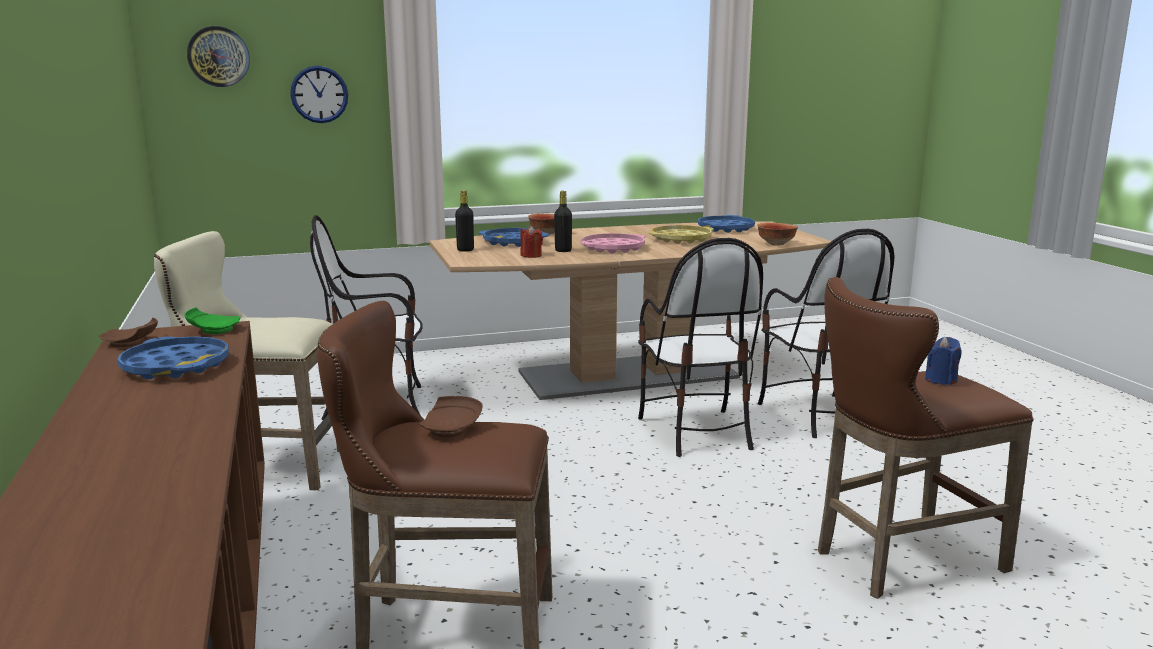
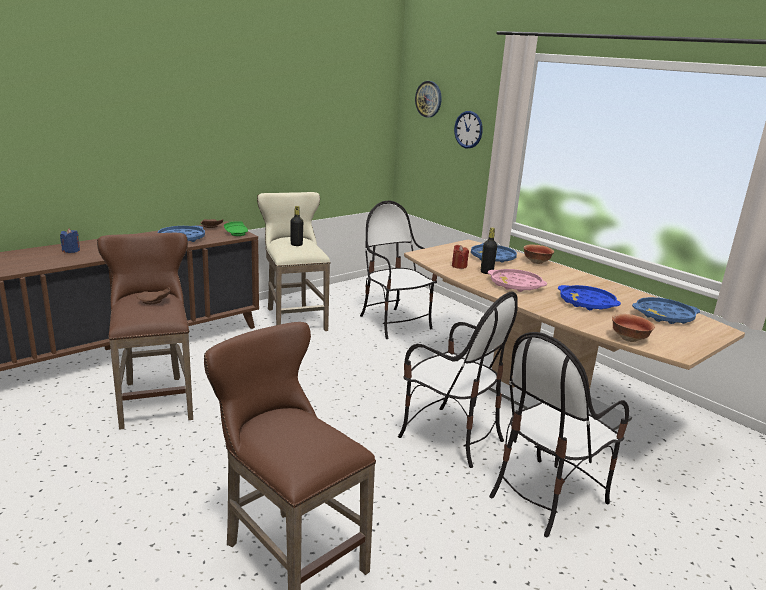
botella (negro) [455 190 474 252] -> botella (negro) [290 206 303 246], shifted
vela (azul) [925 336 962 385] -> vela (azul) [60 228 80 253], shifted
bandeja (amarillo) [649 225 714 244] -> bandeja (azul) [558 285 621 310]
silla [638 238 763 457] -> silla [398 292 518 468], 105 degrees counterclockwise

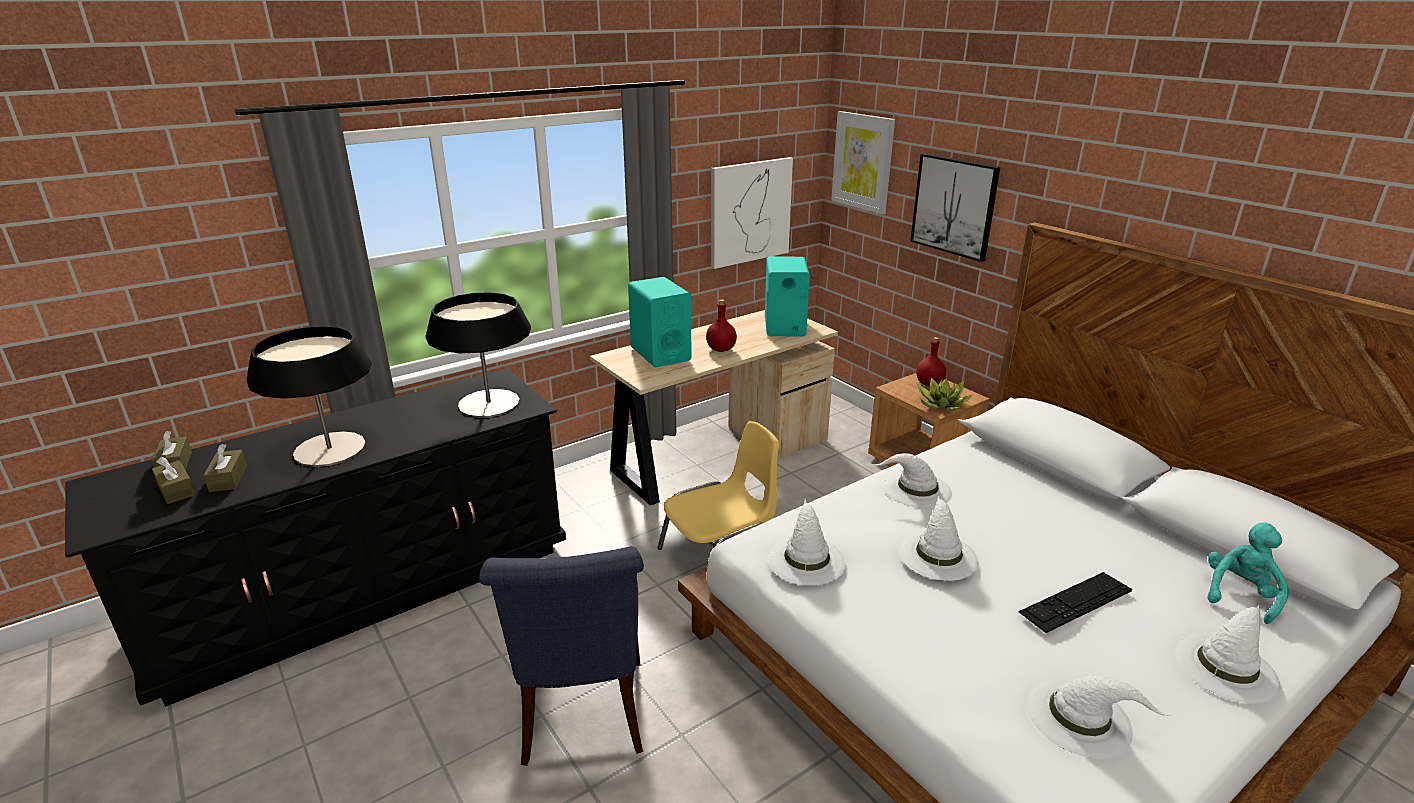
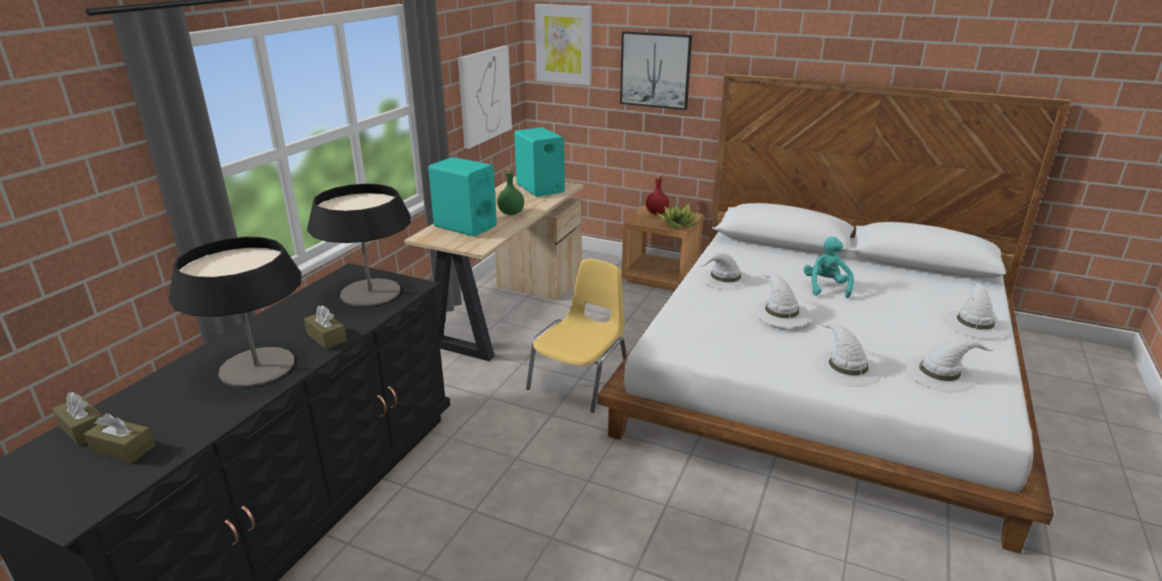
silla (azul) [479 546 644 766] -> none
teclado [1019 572 1132 633] -> none
caja de pañuelos (marrón) [203 444 247 492] -> caja de pañuelos (marrón) [304 306 347 349], shifted
sombrero (blanco) [768 499 846 585] -> sombrero (blanco) [814 322 882 387], shifted
peluche (turquesa) [1207 522 1289 624] -> peluche (turquesa) [804 237 854 298], shifted
botella (rojo) [706 299 737 352] -> botella (verde) [497 169 524 215]

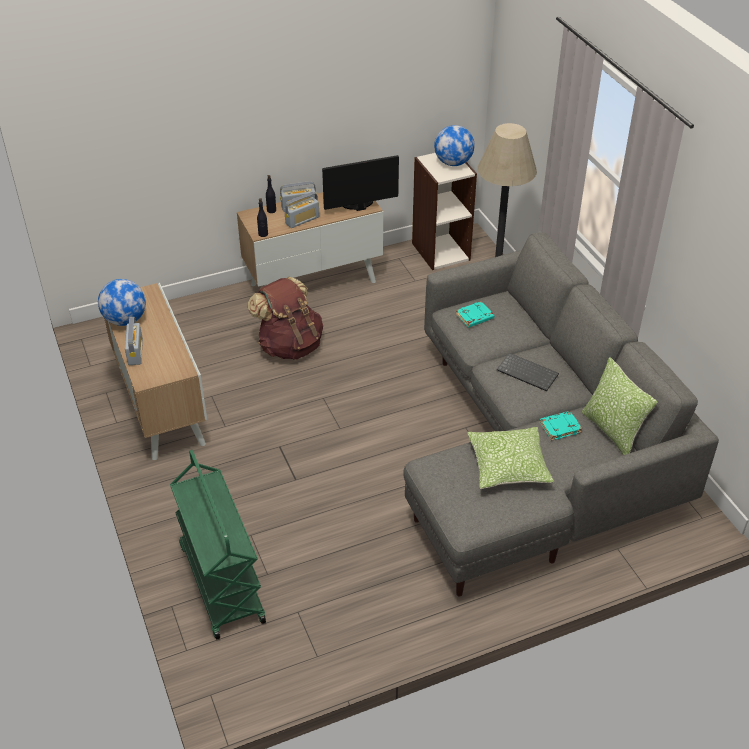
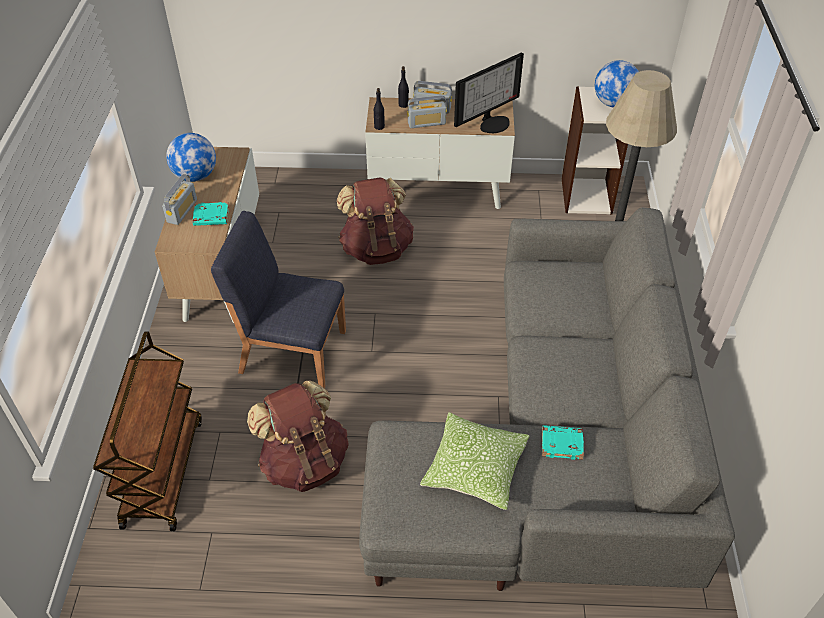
teclado [497 353 559 391] -> none
cojín [582 357 658 455] -> none
none -> silla (azul) [211 211 346 388]
none -> mochila (marrón) [247 380 349 492]
libro (turquesa) [456 301 494 327] -> libro (turquesa) [193 202 229 226], shifted
carrito (verde) [170 450 266 640] -> carrito (marrón) [93 332 202 531]
monitor [322 155 399 211] -> monitor [454 52 524 133], 135 degrees clockwise

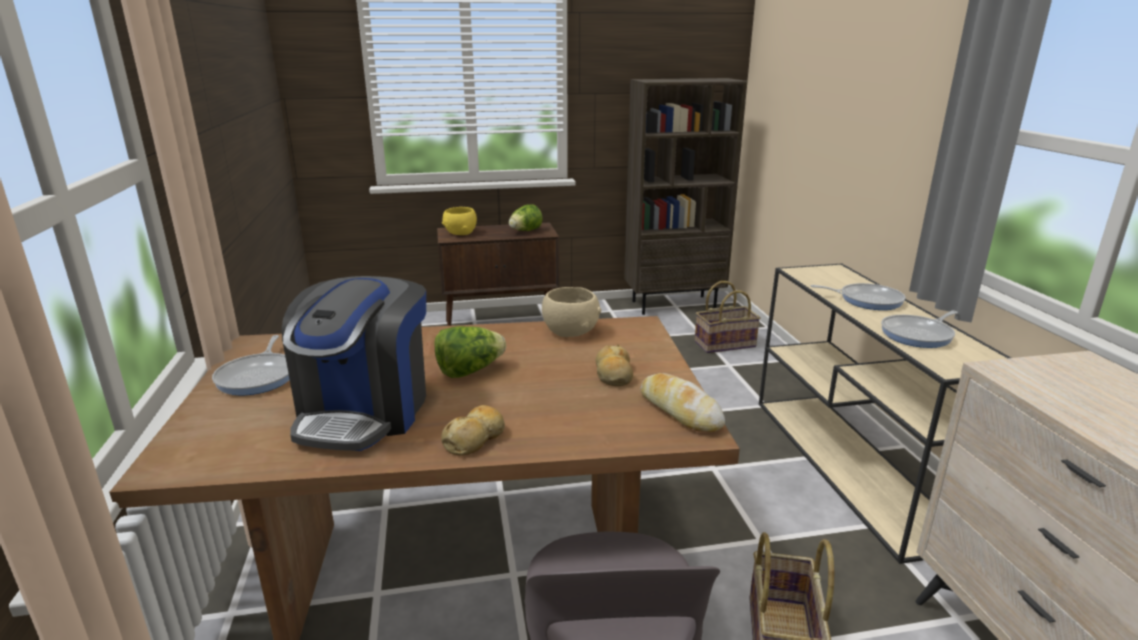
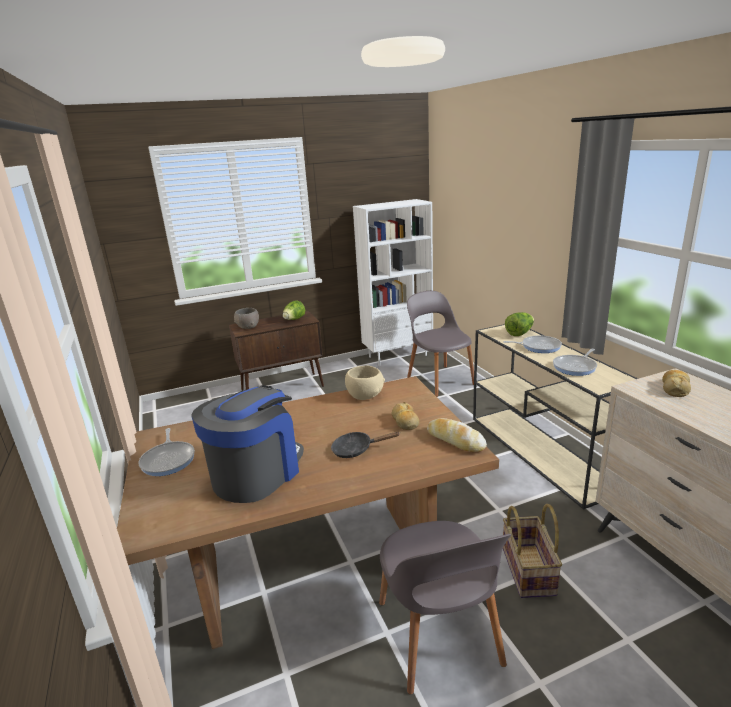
none -> sartén (negro) [331 432 400 458]
lechuga [435 326 506 378] -> lechuga [505 312 534 336], shifted
pan [441 405 505 456] -> pan [662 370 691 397], shifted
cesta [695 281 761 353] -> silla (gris) [407 291 474 397]
cuenco (amarillo) [442 207 477 235] -> cuenco (gris) [234 308 259 329]
estantería (marrón) [624 78 747 315] -> estantería (blanco) [353 199 433 366]
cafetera [282 276 426 451] -> cafetera [191 385 304 503], 150 degrees counterclockwise

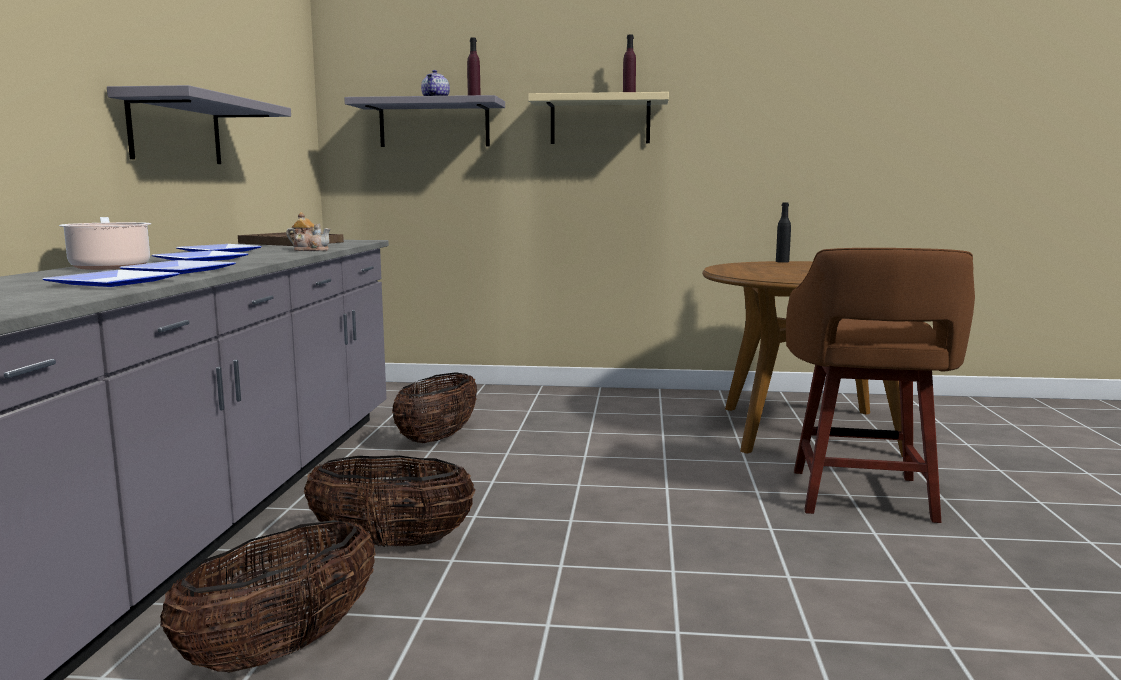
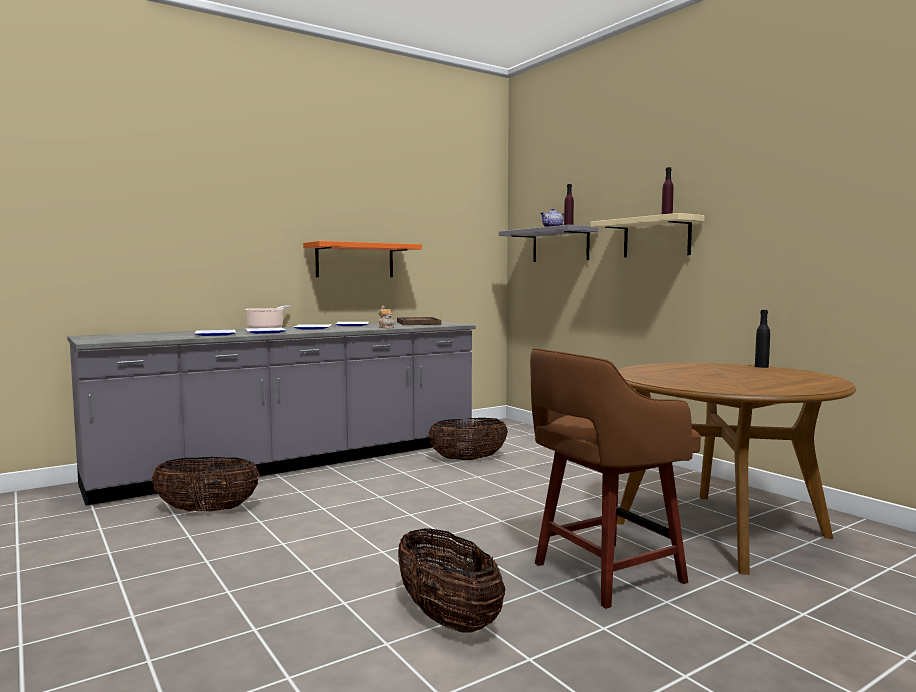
cesta [304 455 476 547] -> cesta [398 528 505 633], shifted
estante (gris) [107 85 291 164] -> estante (naranja) [303 241 422 277]

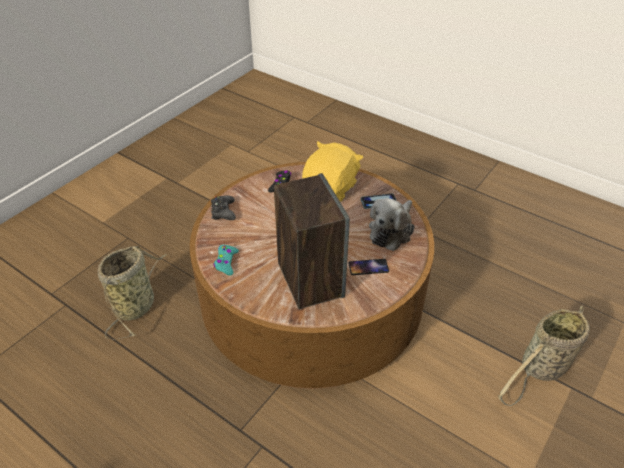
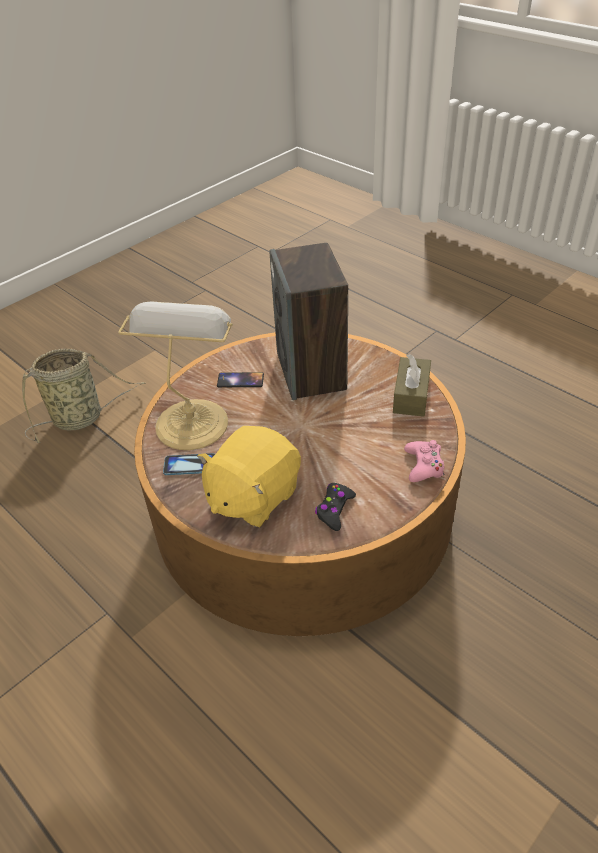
cesta [98 246 167 340] -> none
mando de consola (turquesa) [214 245 239 276] -> caja de pañuelos (marrón) [393 354 431 417]
peluche [369 198 415 251] -> lámpara de mesa [118 302 233 450]
mando de consola (negro) [211 196 236 220] -> mando de consola (rosa) [404 440 444 482]

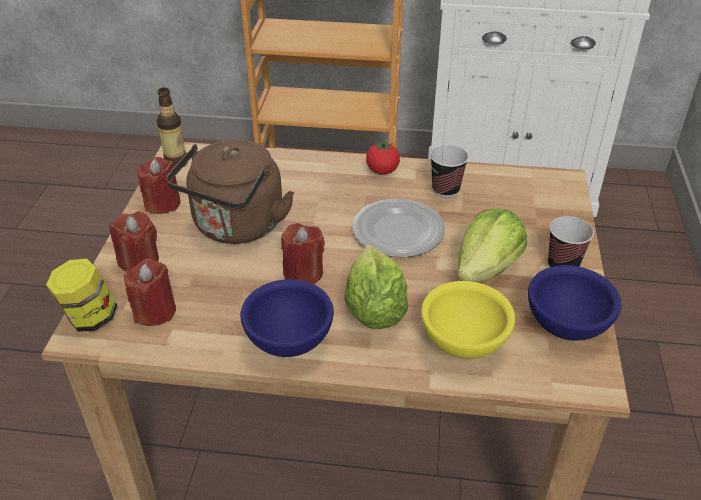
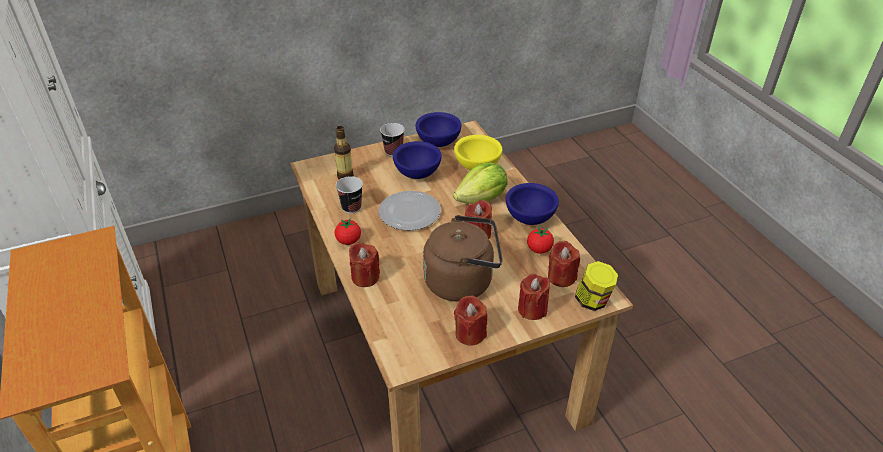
none -> vela (rojo) [349 242 380 287]
none -> tomate [527 227 554 254]
botella [157 87 188 166] -> botella [334 126 354 180], shifted
lechuga [458 209 527 282] -> cuenco (azul) [393 141 442 179]

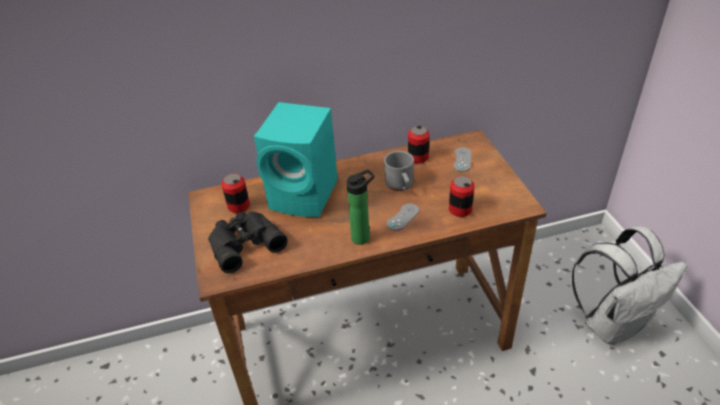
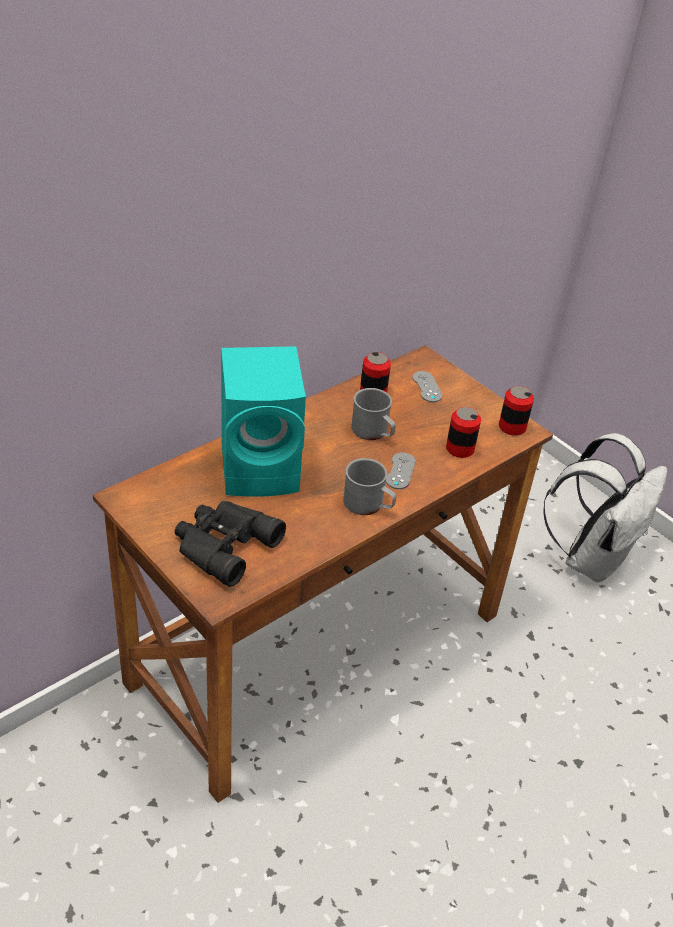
lata [221 174 250 213] -> lata [499 386 534 436], shifted
botella [347 169 375 245] -> taza grande (gris) [343 458 396 515]

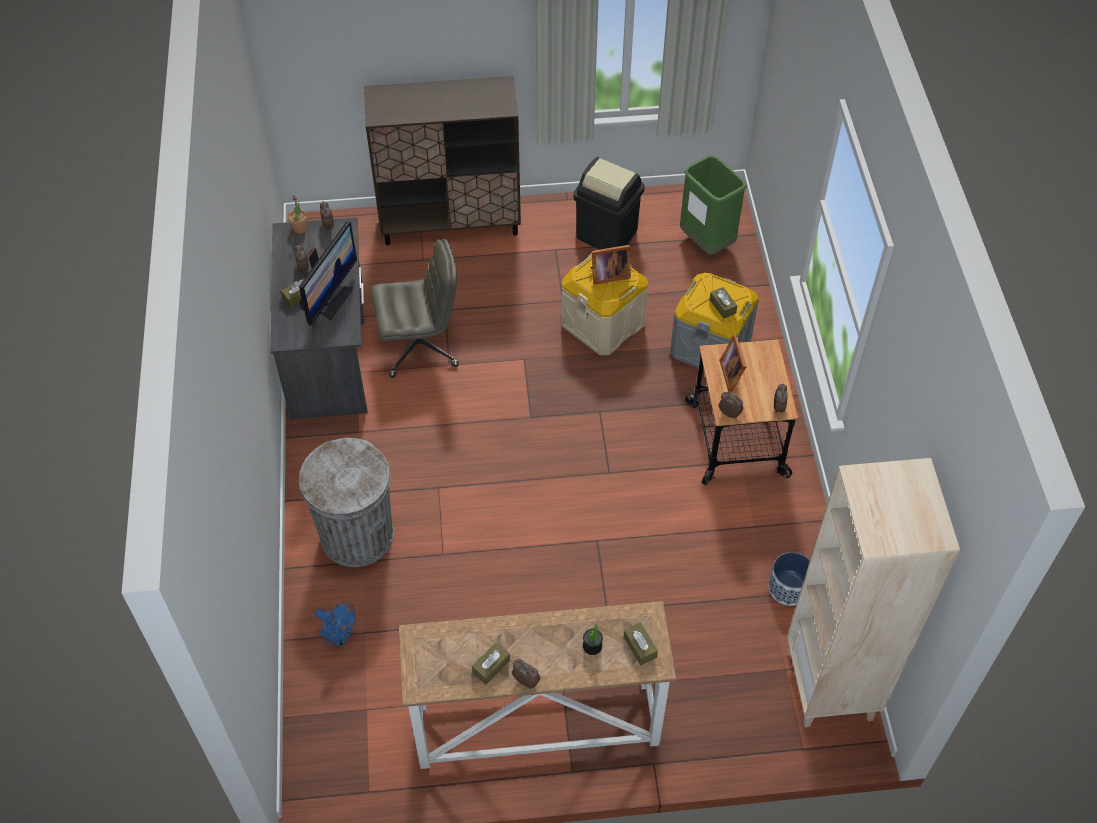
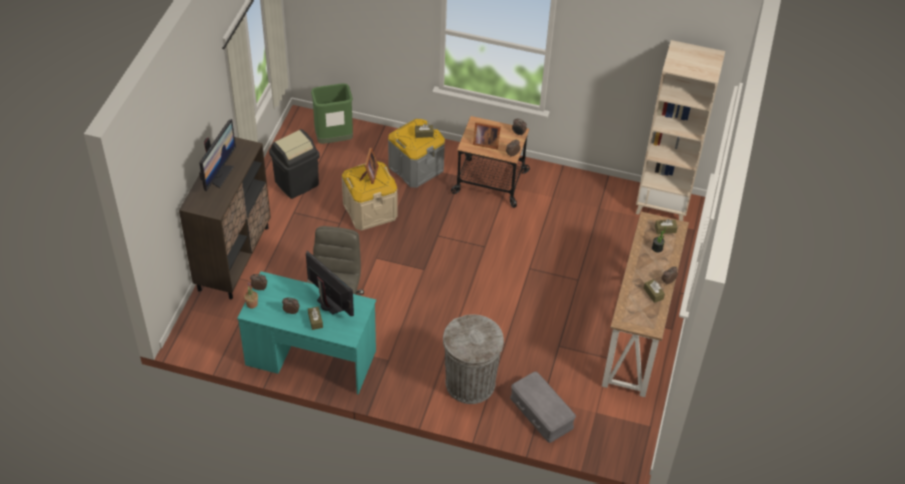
maceta [769 552 810 606] -> none
none -> monitor [199 119 236 191]
ventilador (azul) [315 602 356 647] -> caja de almacenaje (gris) [510 372 576 443]
escritorio (gris) [271 217 368 420] -> escritorio (turquesa) [237 271 376 394]

